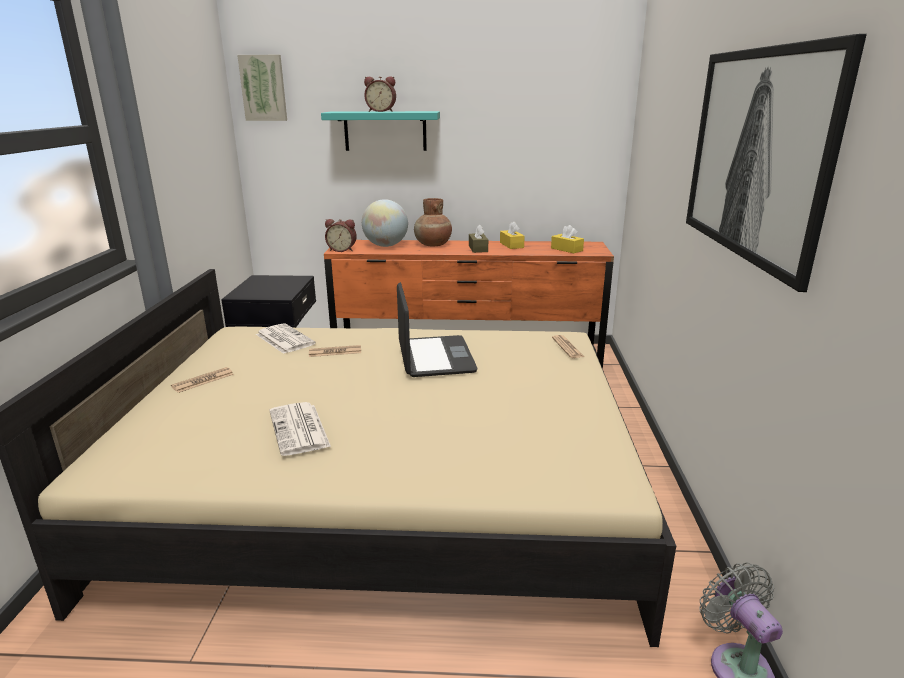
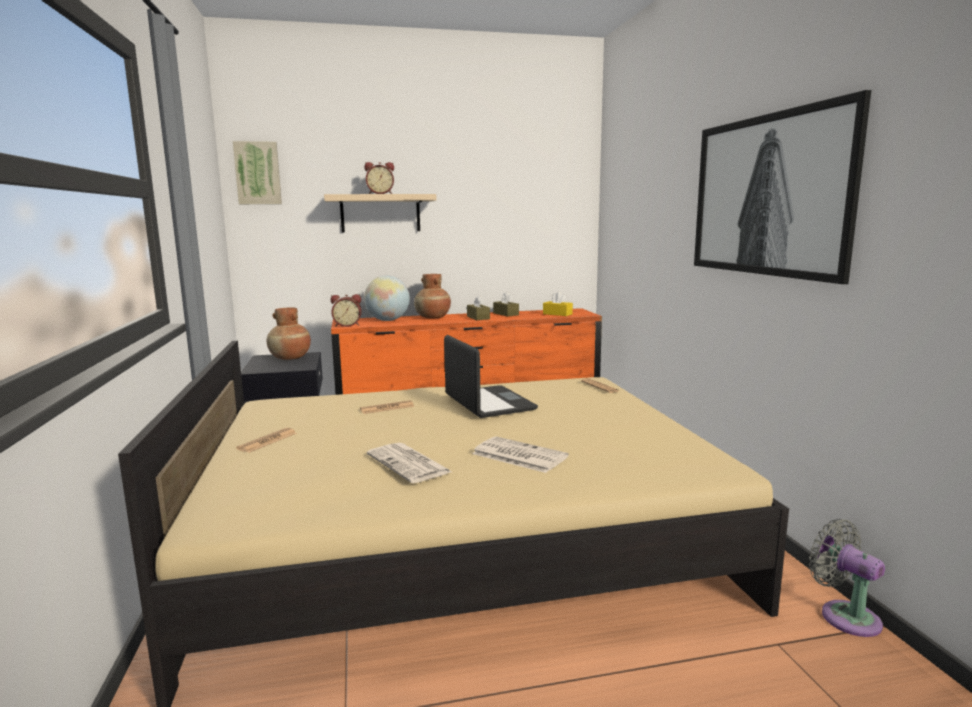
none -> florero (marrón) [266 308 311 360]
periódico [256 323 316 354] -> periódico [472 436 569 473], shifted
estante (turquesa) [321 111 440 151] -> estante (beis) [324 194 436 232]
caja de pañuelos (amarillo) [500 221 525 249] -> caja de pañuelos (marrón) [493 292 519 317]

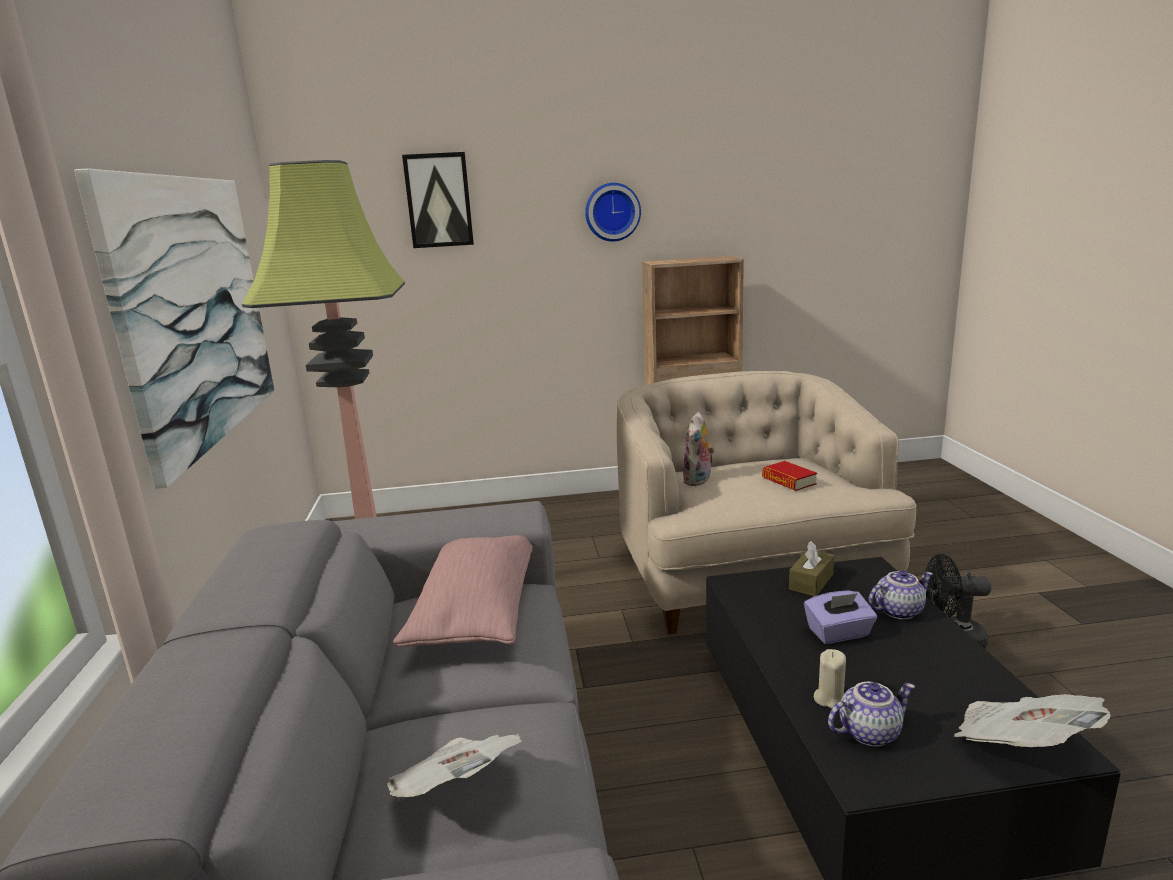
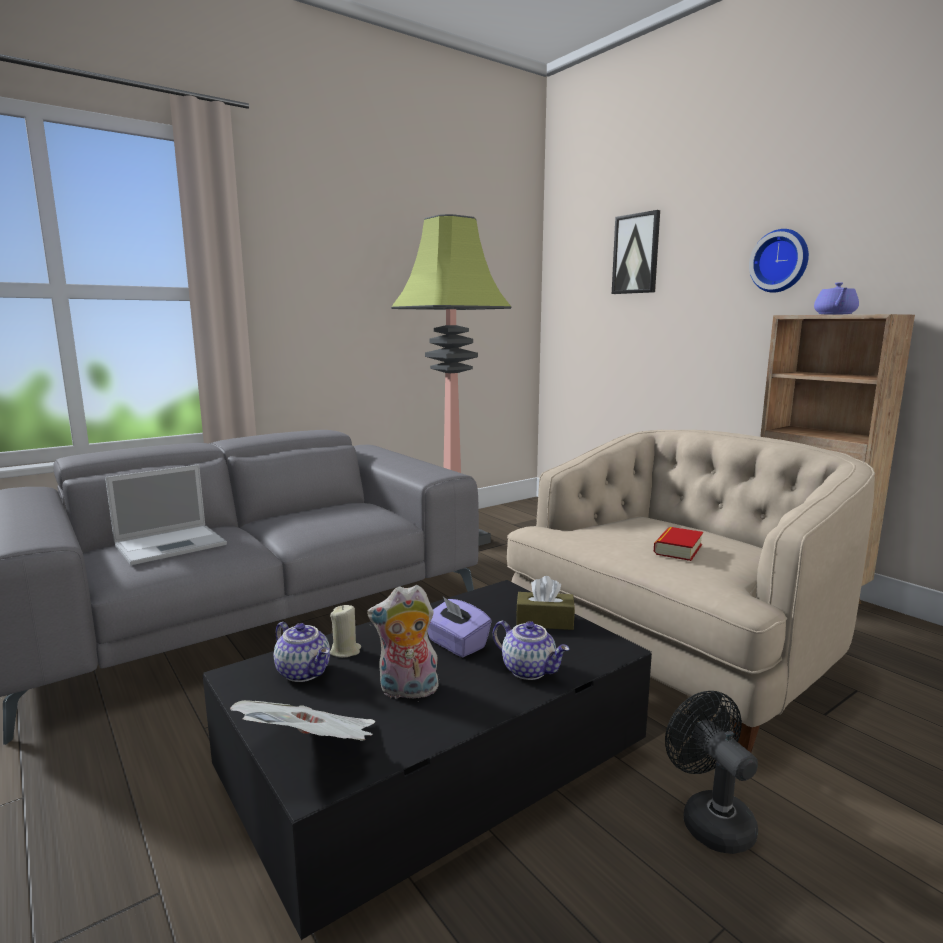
cuadro [74 169 275 489] -> none
cojín (rosa) [393 535 533 647] -> none
none -> tetera (morado) [814 282 859 315]
peluche [683 412 715 486] -> peluche [367 585 439 699], shifted
periódico [387 734 522 797] -> portátil [105 464 227 565]

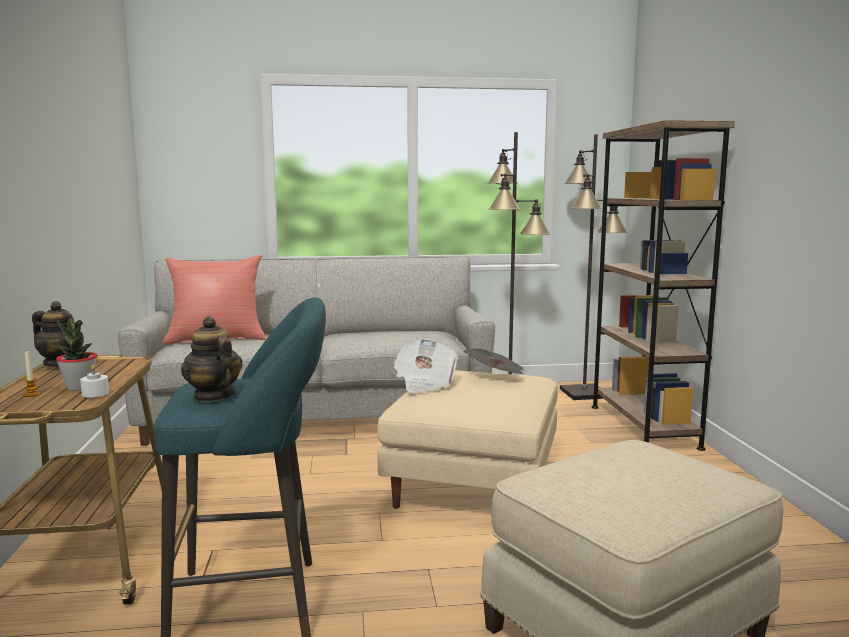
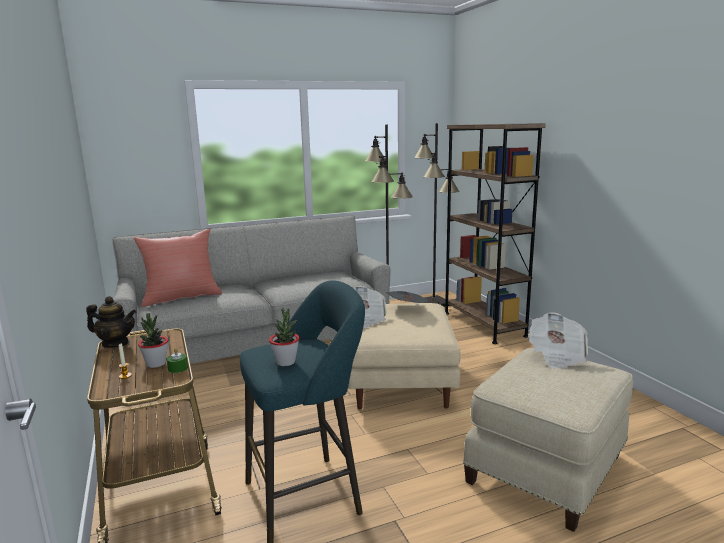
none -> periódico [528 312 588 369]
tetera [181 316 243 402] -> planta en maceta [269 308 299 366]
vela (blanco) [80 365 109 397] -> vela (verde) [167 348 188 373]

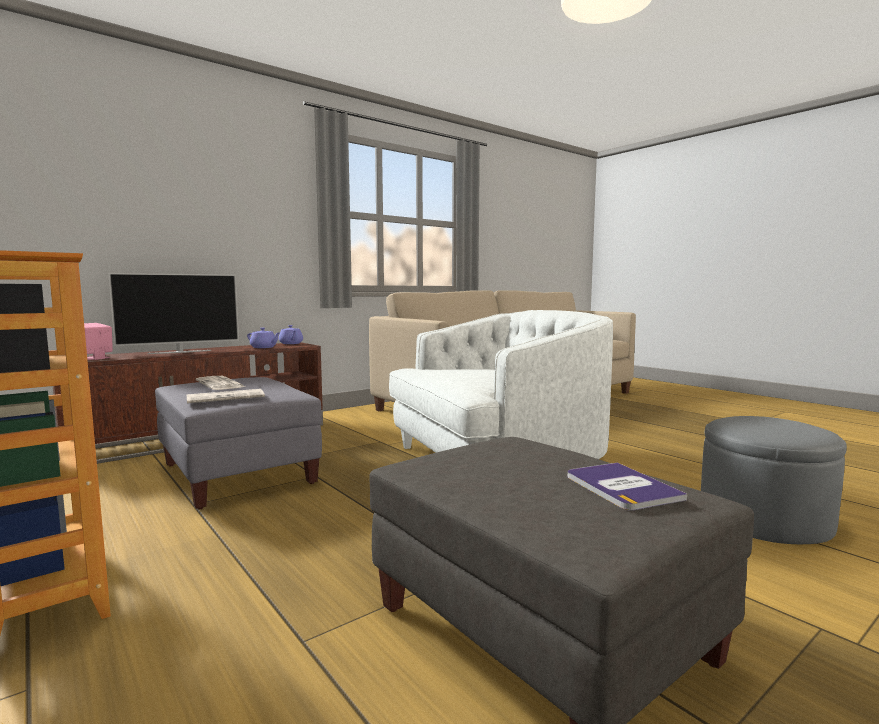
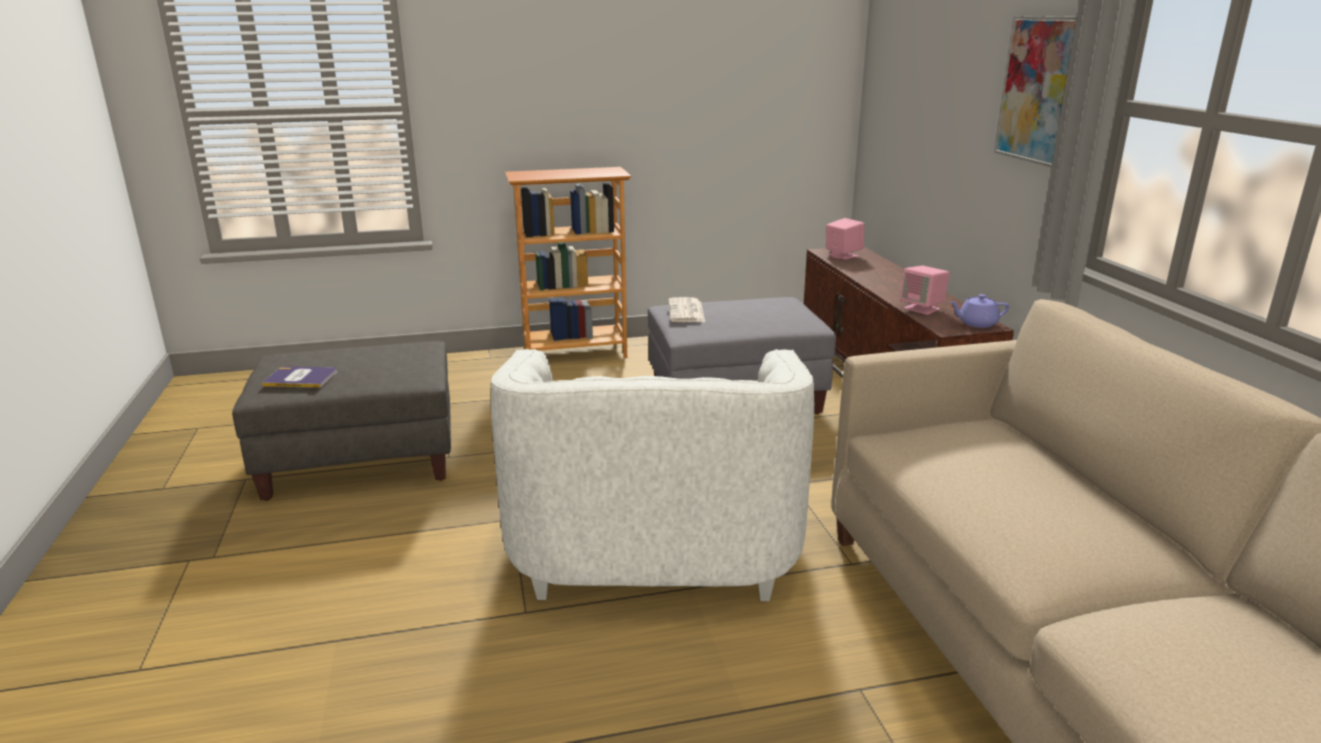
televisor [108 273 239 354] -> none
periódico [196 376 245 390] -> none
puf (gris) [701 416 847 544] -> none
none -> cuadro [994 16 1077 167]
tetera (morado) [247 328 280 348] -> altavoz (rosa) [900 266 949 315]

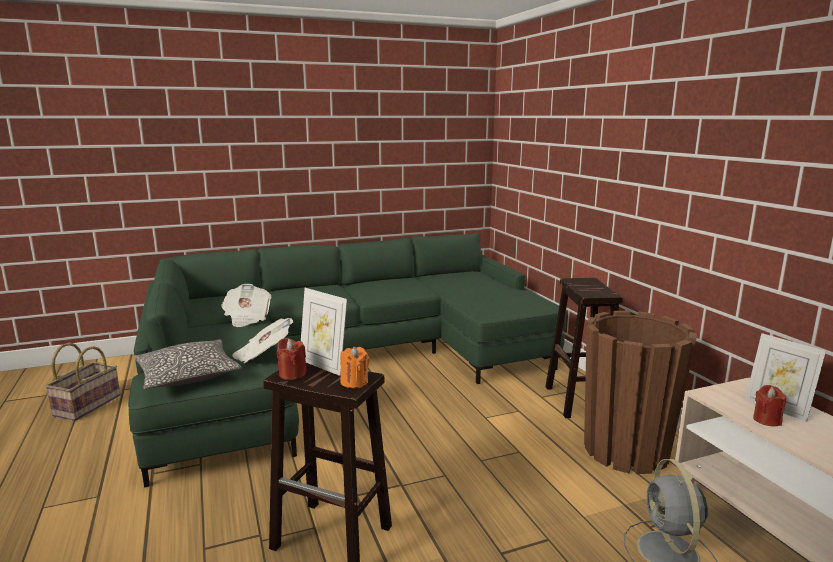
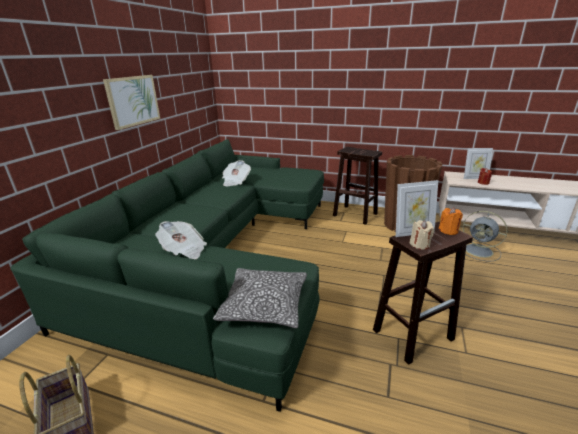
none -> cuadro [103 75 160 130]
periódico [232 318 293 363] -> periódico [222 160 251 187], shifted
vela (rojo) [277 338 307 380] -> vela (beis) [410 220 434 250]

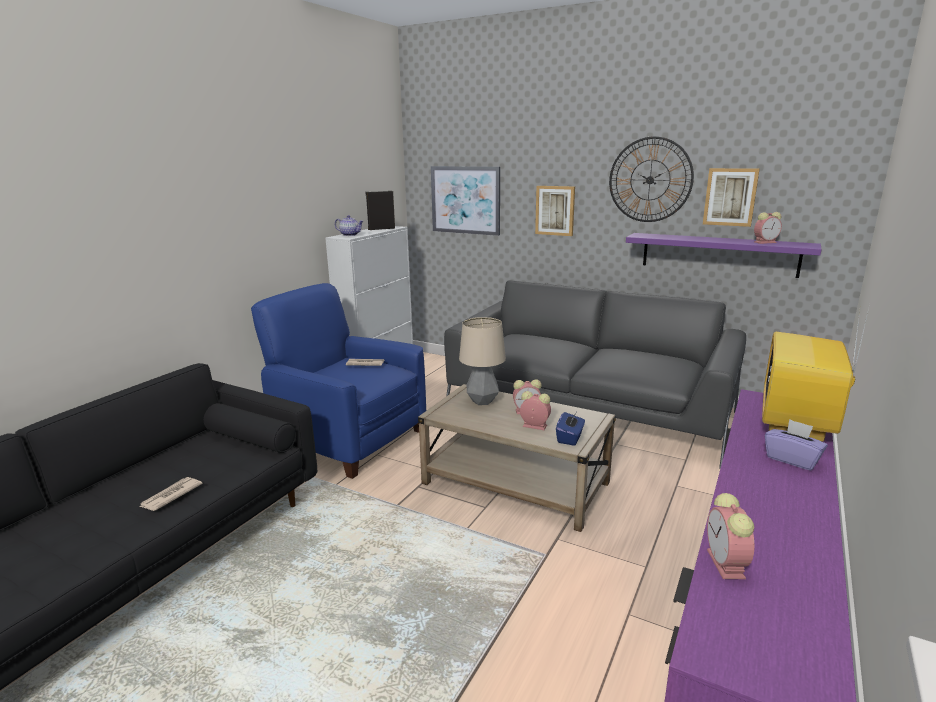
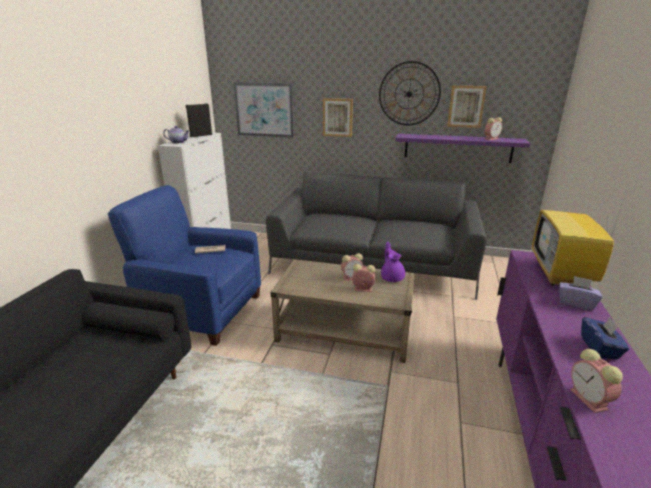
periódico [139 477 203 511] -> none
lámpara de mesa [459 317 506 405] -> none
none -> tetera (morado) [381 242 405 282]
caja de pañuelos (azul) [556 412 585 446] -> caja de pañuelos (azul) [581 317 629 359], shifted

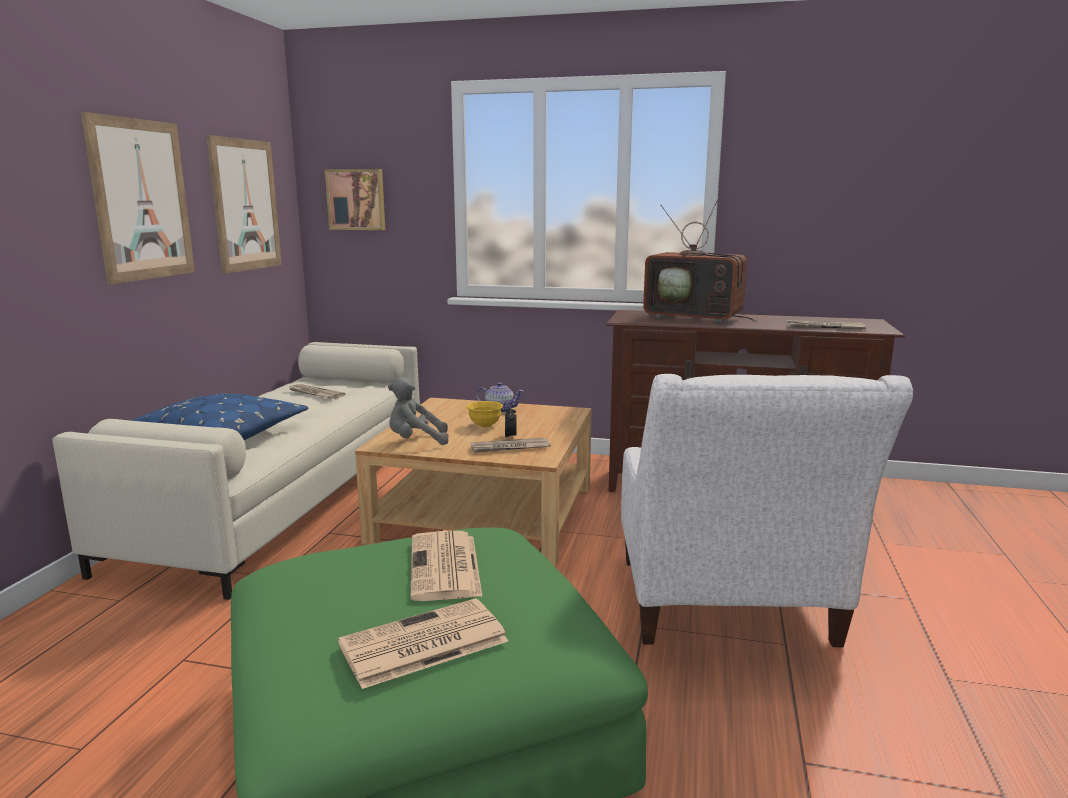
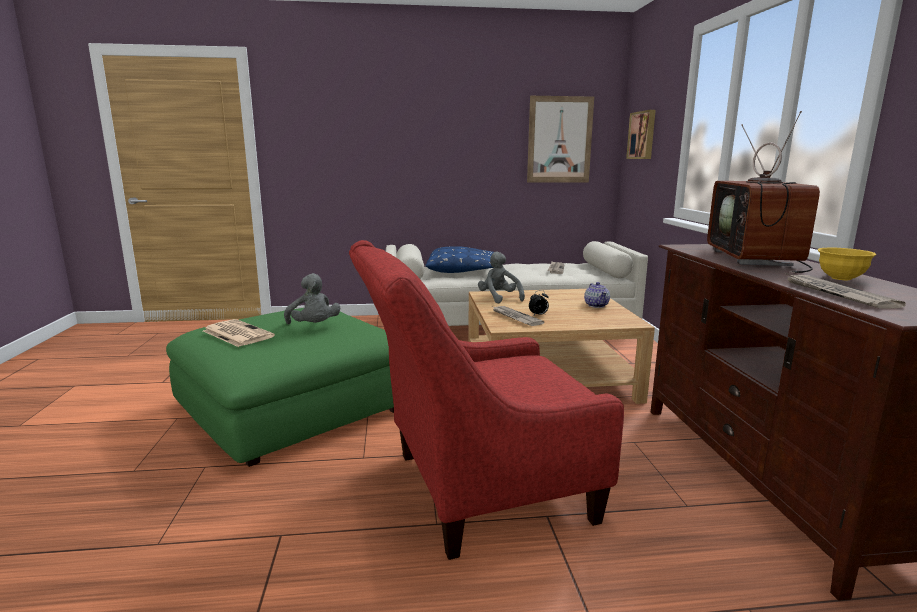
cuadro [81 112 195 285] -> none
cuenco (amarillo) [467 401 503 427] -> cuenco (amarillo) [818 248 877 280], shifted
periódico [411 531 482 601] -> peluche (gris) [284 273 340 324]
sillón (blanco) [621 374 913 647] -> sillón (rojo) [349 240 624 560]

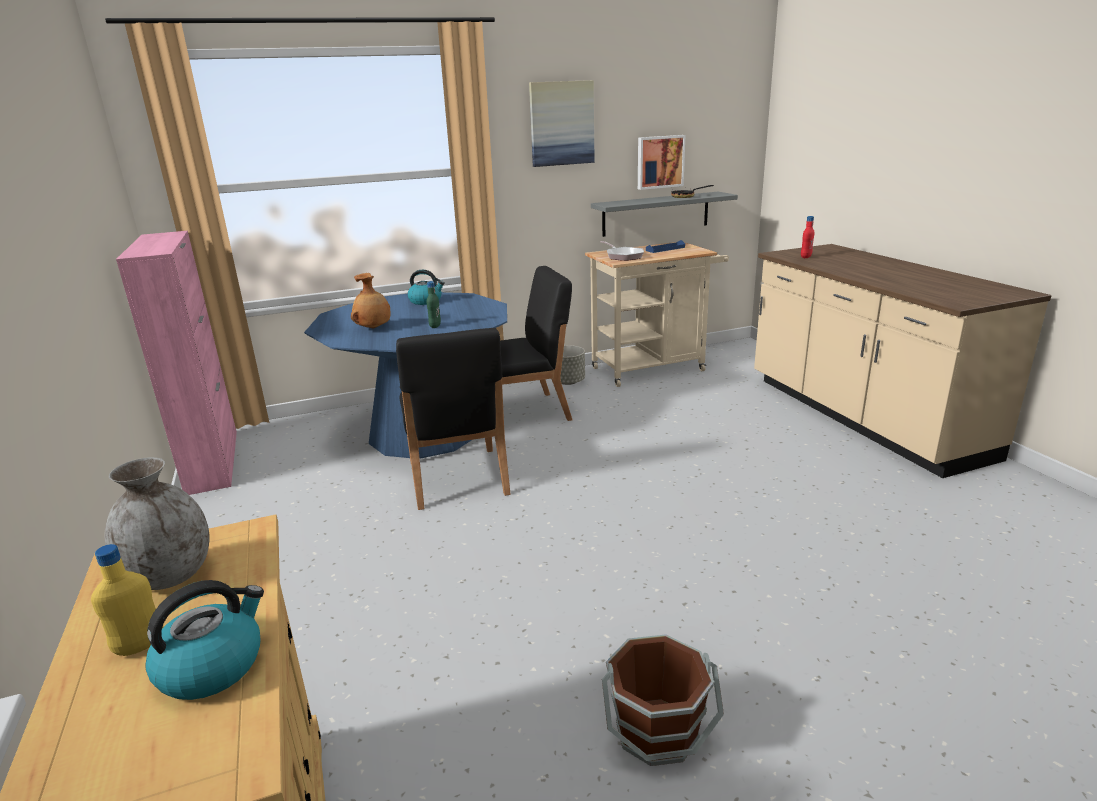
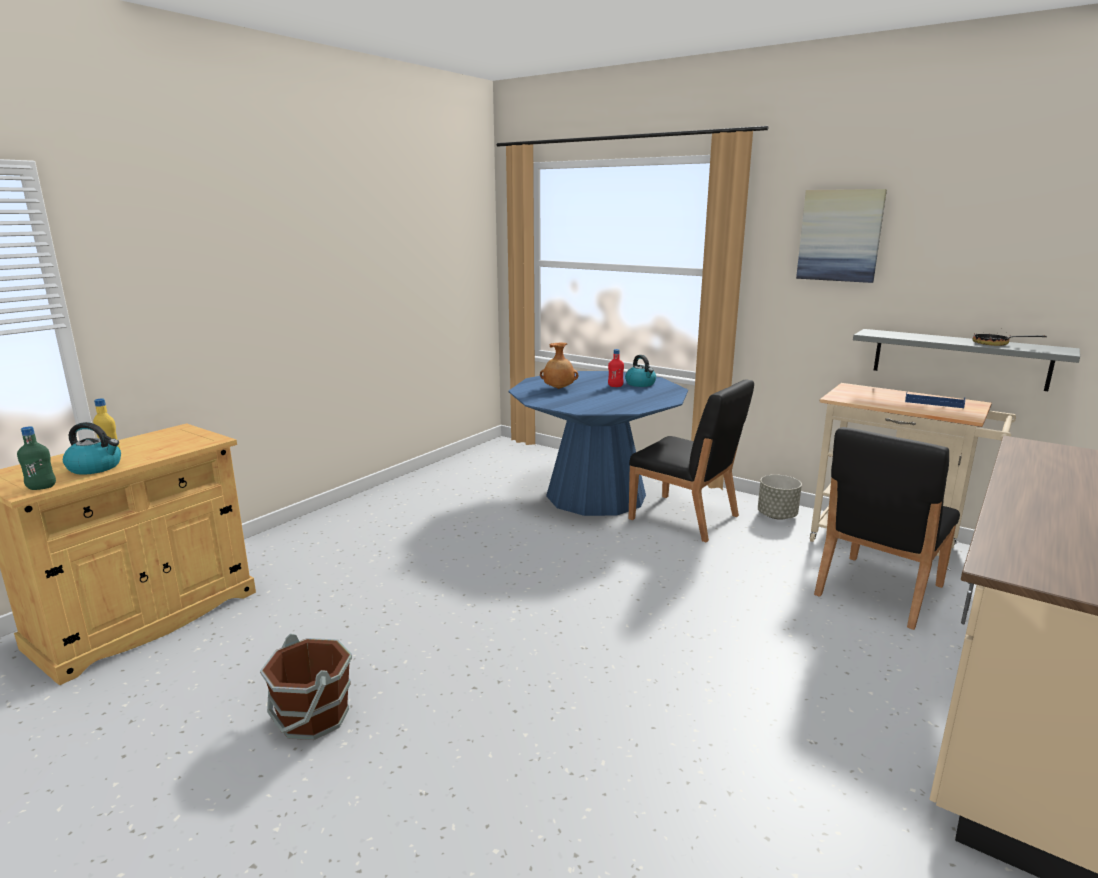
florero (gris) [105 457 210 590] -> none
armario (rosa) [116 231 237 495] -> none
sartén [600 241 644 261] -> none
cuadro [638 135 686 190] -> none
silla (negro) [396 328 510 510] -> silla (negro) [814 427 960 630], shifted
botella (verde) [427 281 441 328] -> botella (verde) [17 426 56 490], shifted
botella (rojo) [801 216 815 258] -> botella (rojo) [608 349 624 387], shifted

